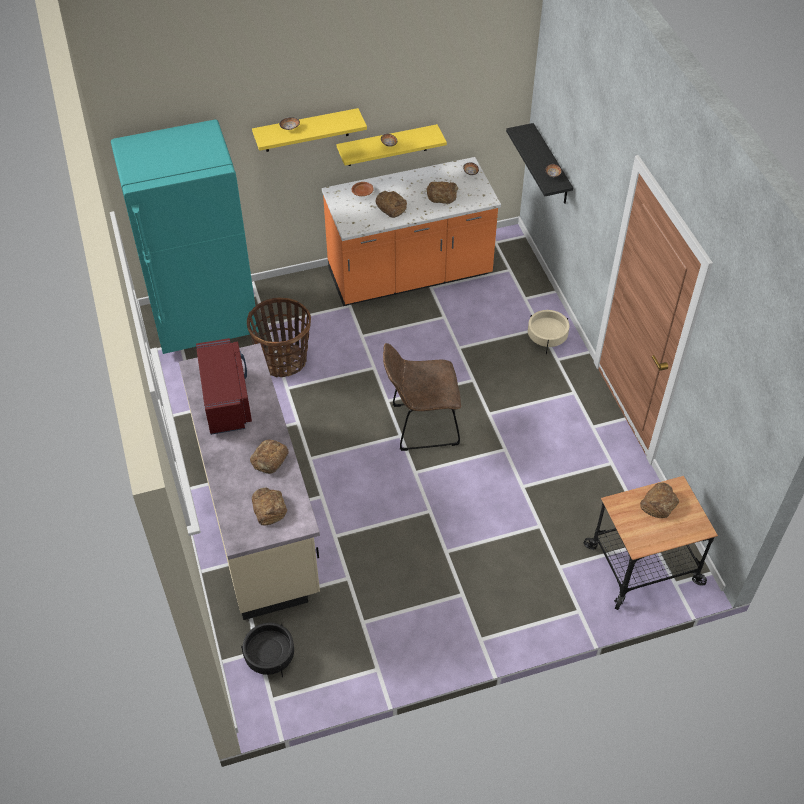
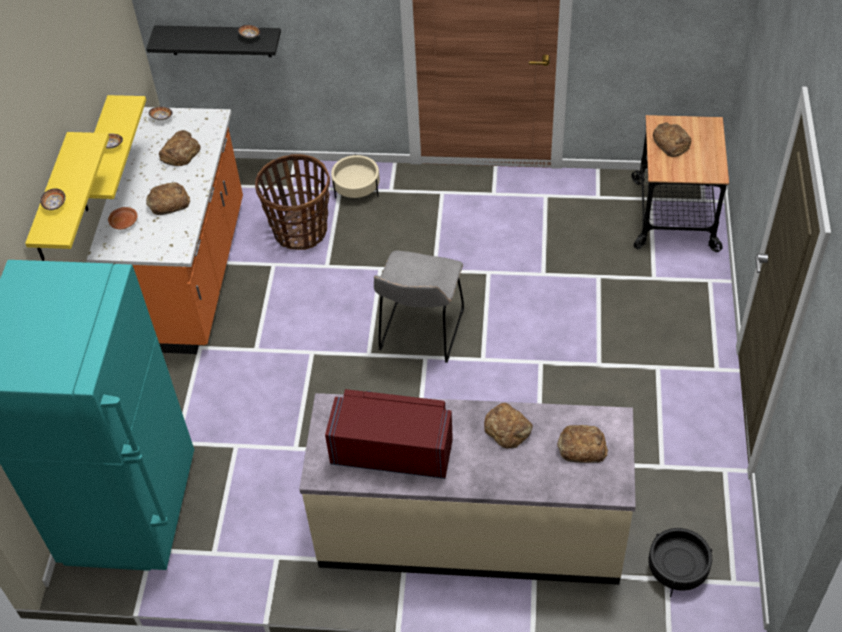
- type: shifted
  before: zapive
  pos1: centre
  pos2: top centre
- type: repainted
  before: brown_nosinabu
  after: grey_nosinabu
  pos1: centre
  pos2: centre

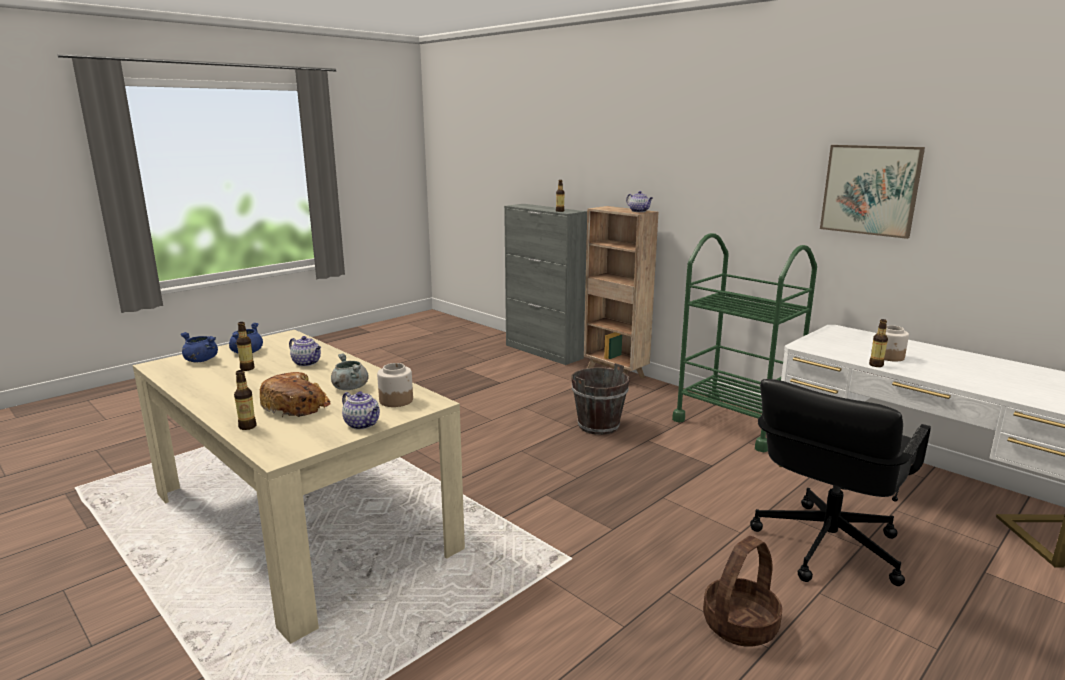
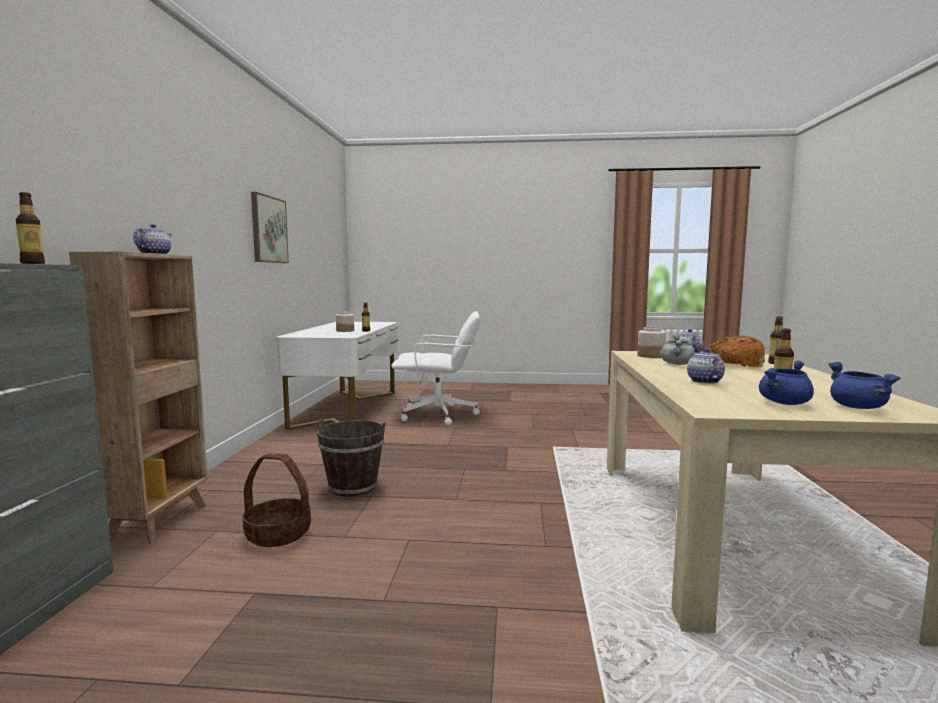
- type: gone
  before: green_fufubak
  pos1: middle right
- type: shifted
  before: zapive
  pos1: bottom right
  pos2: bottom left
- type: repainted
  before: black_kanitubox
  after: white_kanitubox
  pos1: bottom right
  pos2: centre

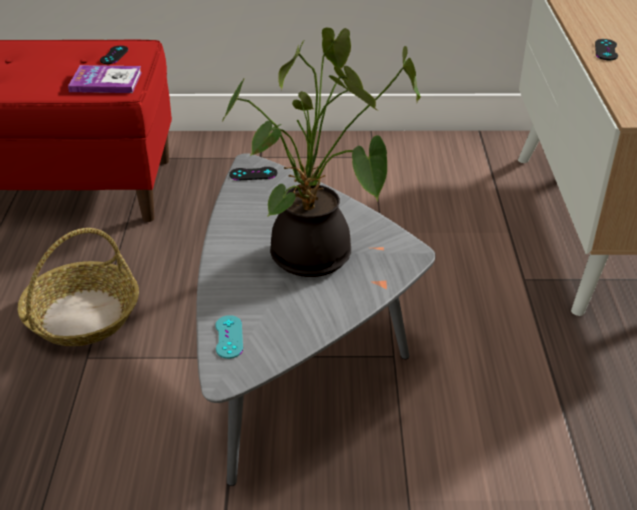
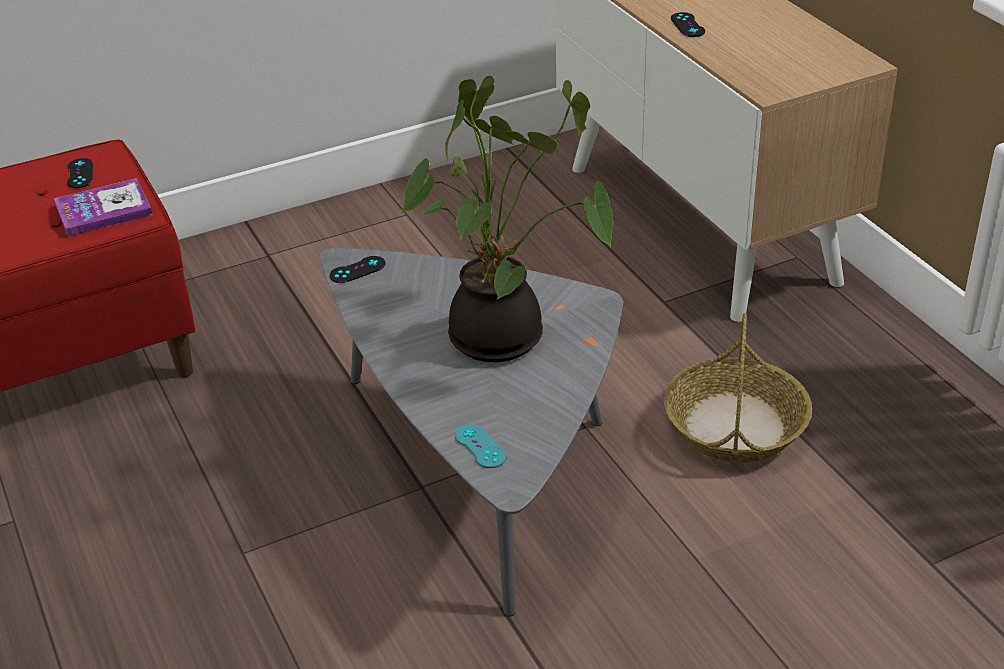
- type: shifted
  before: zapive
  pos1: middle left
  pos2: middle right

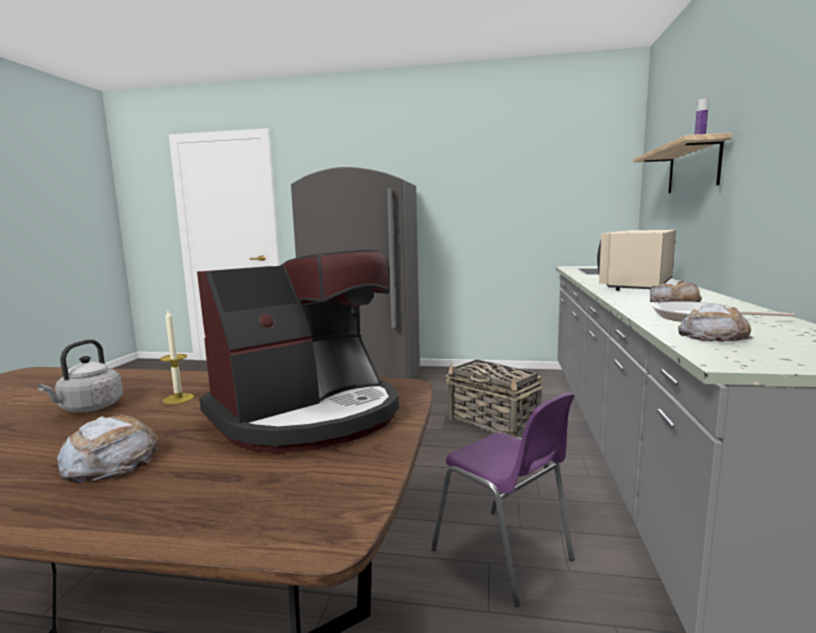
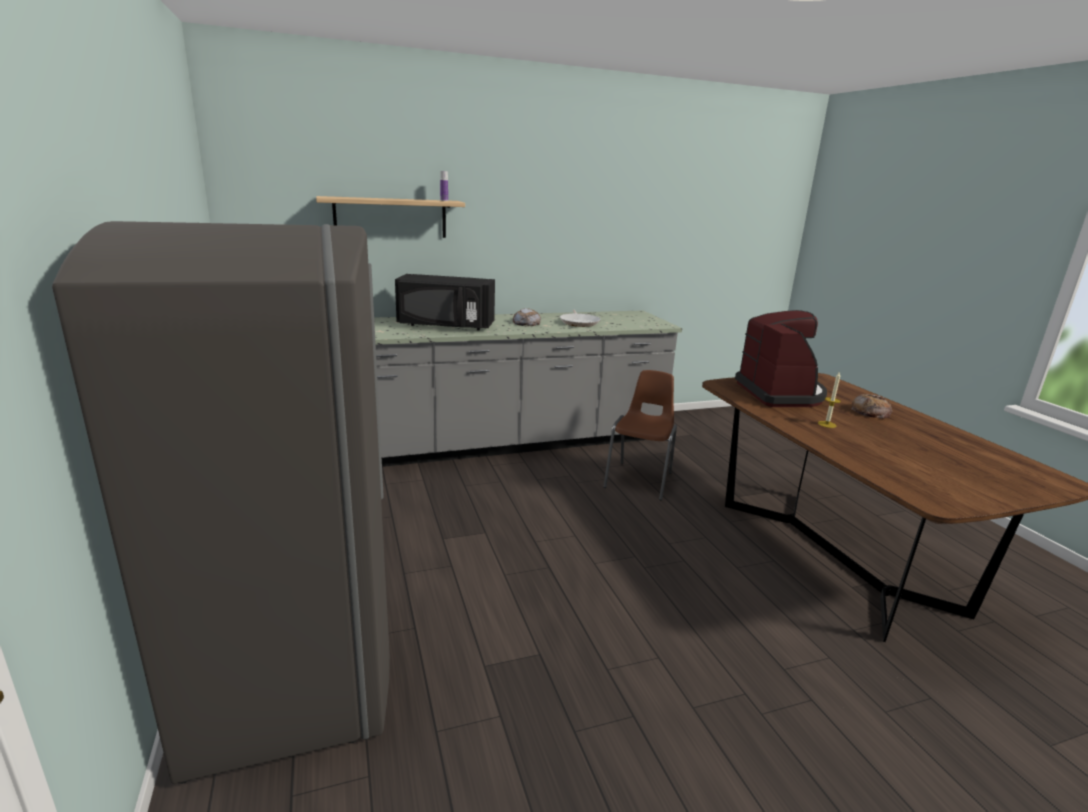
- type: gone
  before: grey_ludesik
  pos1: middle left
- type: rotated
  before: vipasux
  pos1: centre
  pos2: middle right
  turn: 60
- type: repainted
  before: purple_nosinabu
  after: brown_nosinabu
  pos1: bottom centre
  pos2: centre
- type: gone
  before: zapive
  pos1: centre
- type: repainted
  before: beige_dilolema
  after: black_dilolema
  pos1: middle right
  pos2: centre
- type: gone
  before: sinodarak (no. 3 from left)
  pos1: middle right

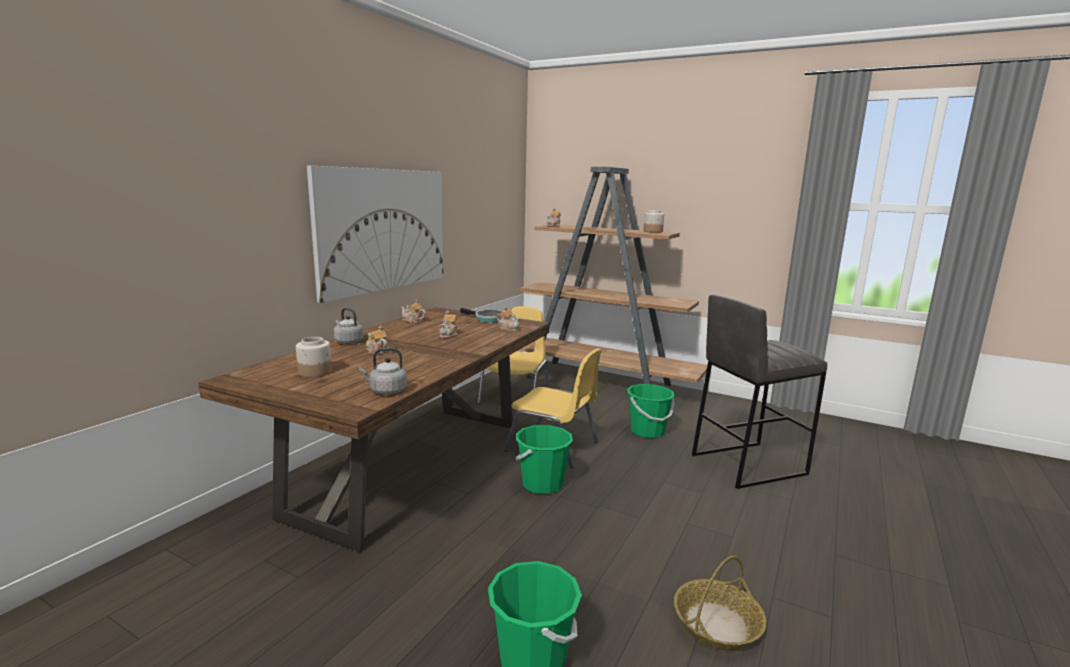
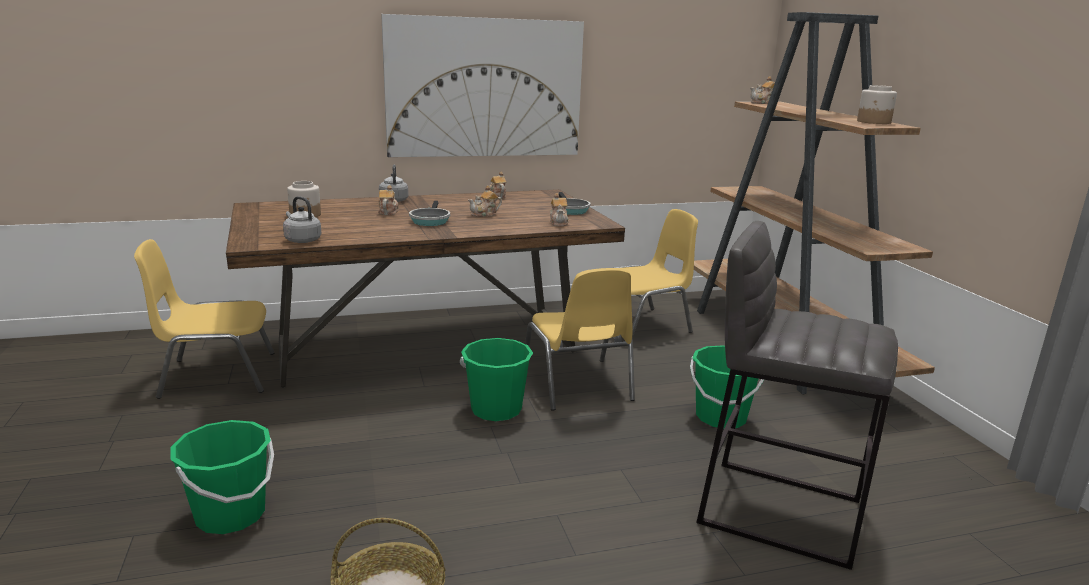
- type: new
  after: yellow_nosinabu (no. 1 from left)
  pos2: middle left
- type: new
  after: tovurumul (no. 1 from left)
  pos2: centre

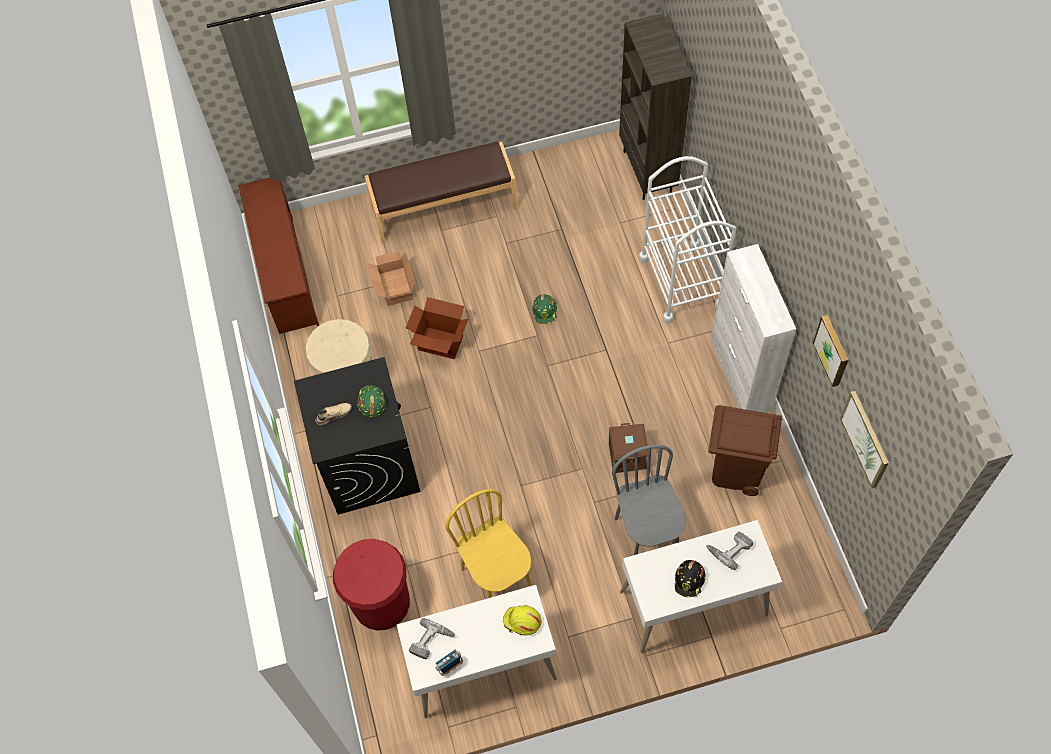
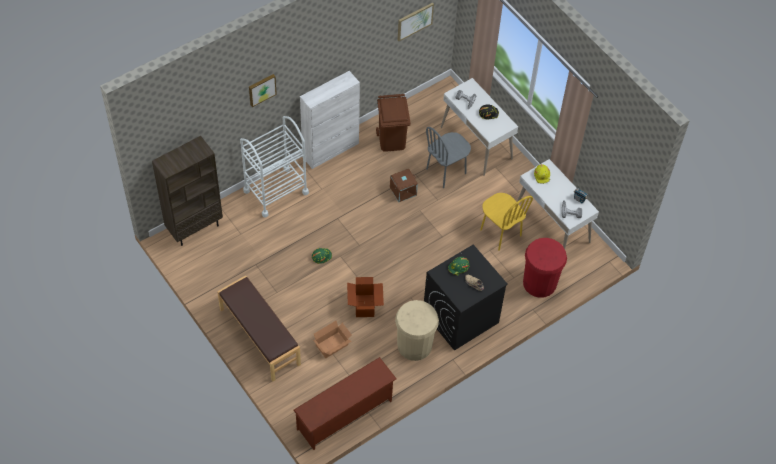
- type: rotated
  before: yellow_nosinabu
  pos1: bottom centre
  pos2: centre
  turn: -75
- type: shifted
  before: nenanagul (no. 1 from left)
  pos1: middle right
  pos2: top centre

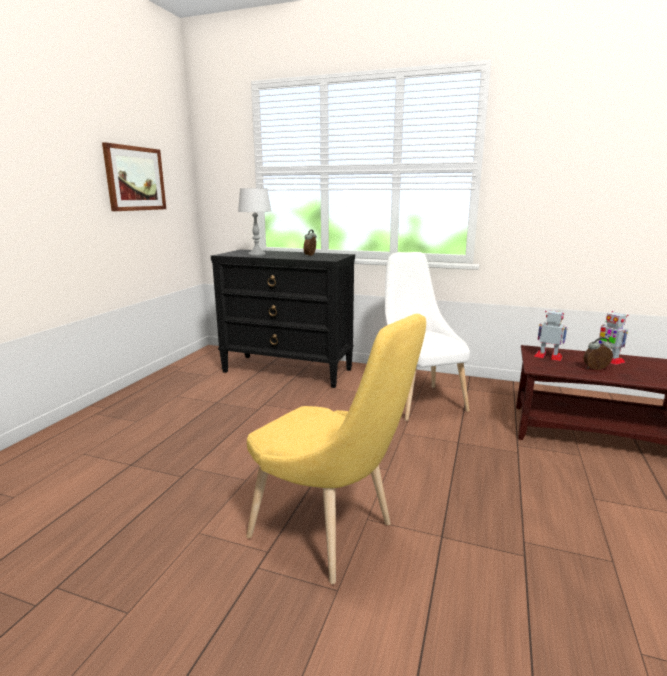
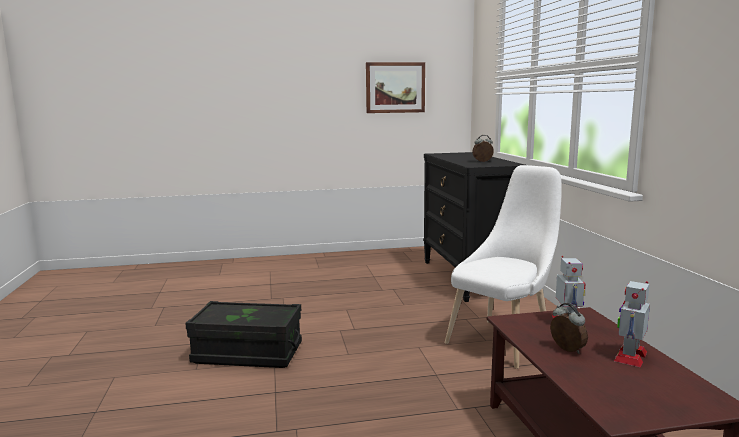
- type: gone
  before: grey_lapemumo
  pos1: top centre
- type: swapped
  before: yellow_nosinabu
  after: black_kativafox
  pos1: centre
  pos2: bottom left

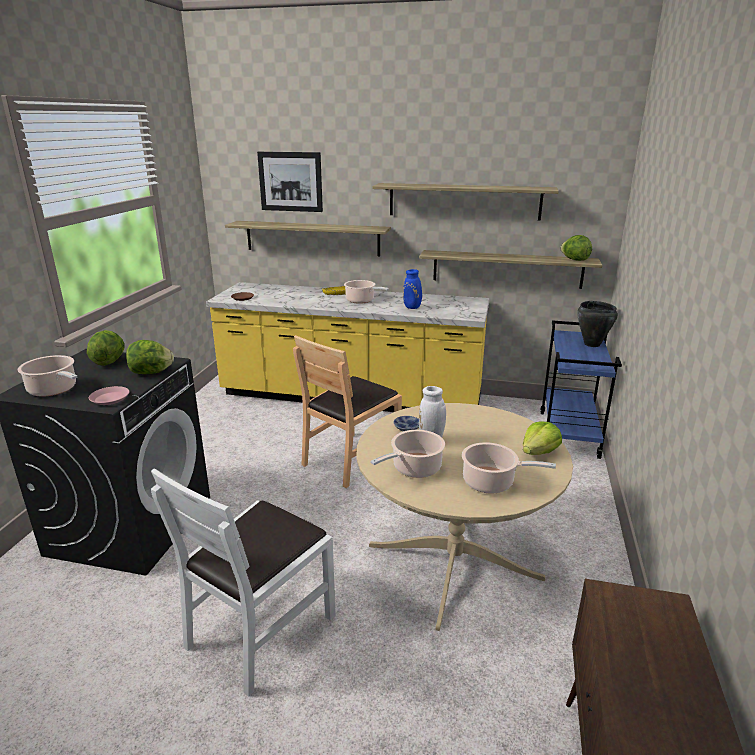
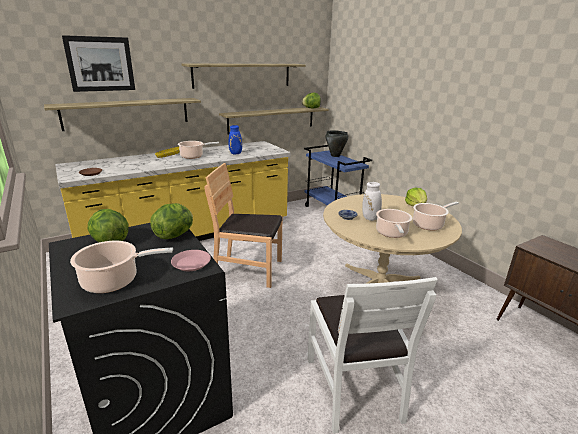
- type: rotated
  before: brown_nosinabu
  pos1: centre
  pos2: centre
  turn: 105

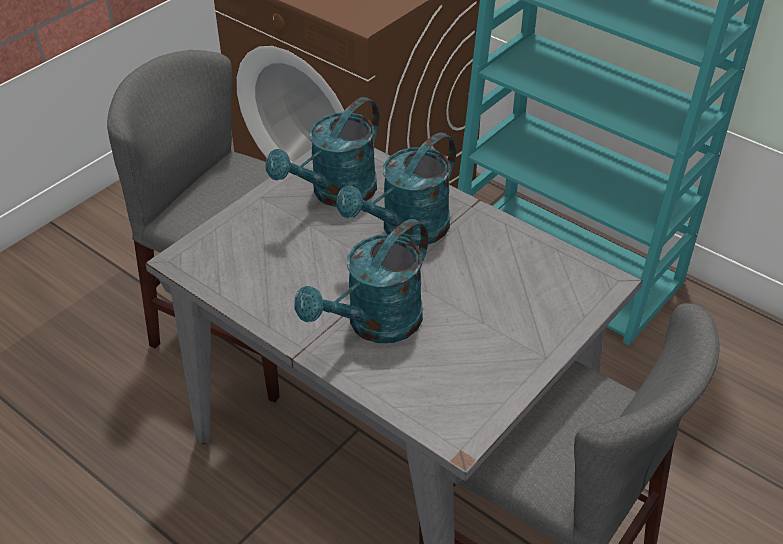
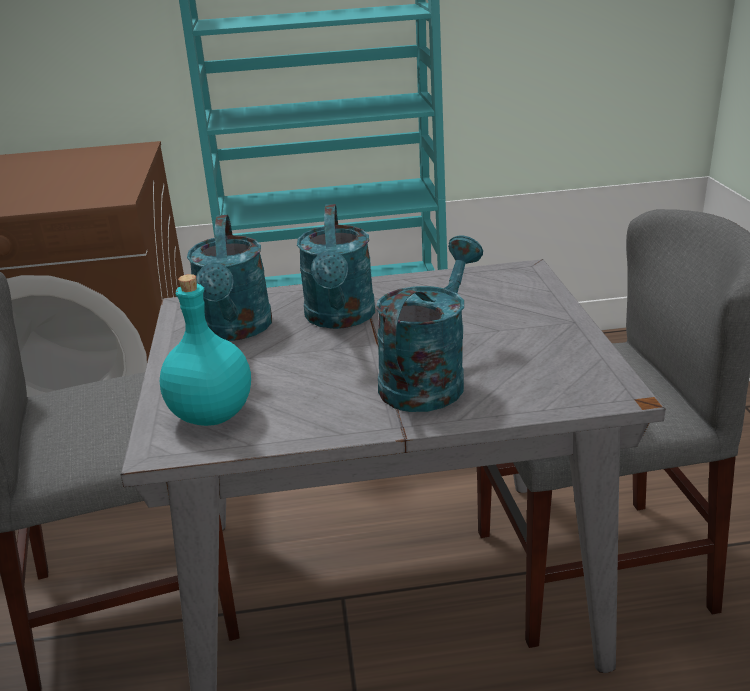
- type: rotated
  before: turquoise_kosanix (no. 2 from left in the first image)
  pos1: centre
  pos2: centre
  turn: -150
- type: new
  after: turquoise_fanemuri
  pos2: middle left

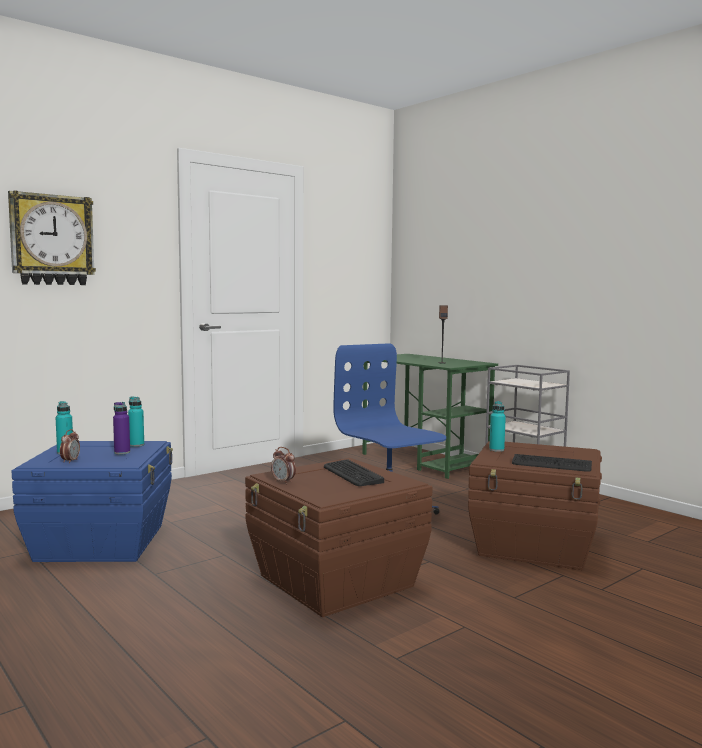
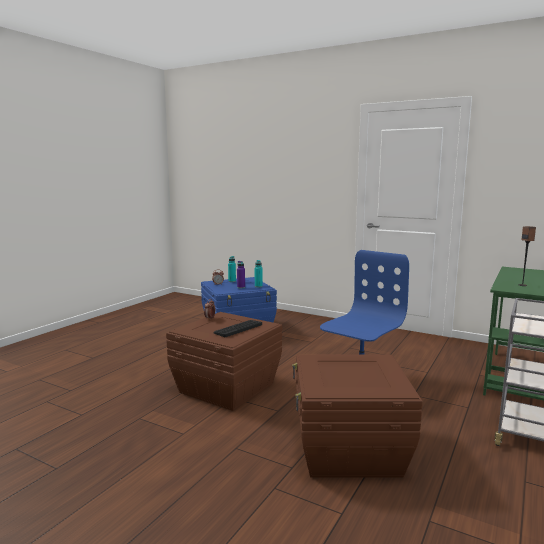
- type: gone
  before: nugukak
  pos1: top left
- type: gone
  before: turquoise_fanemuri (no. 3 from left)
  pos1: middle right
- type: gone
  before: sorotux (no. 2 from left)
  pos1: middle right

